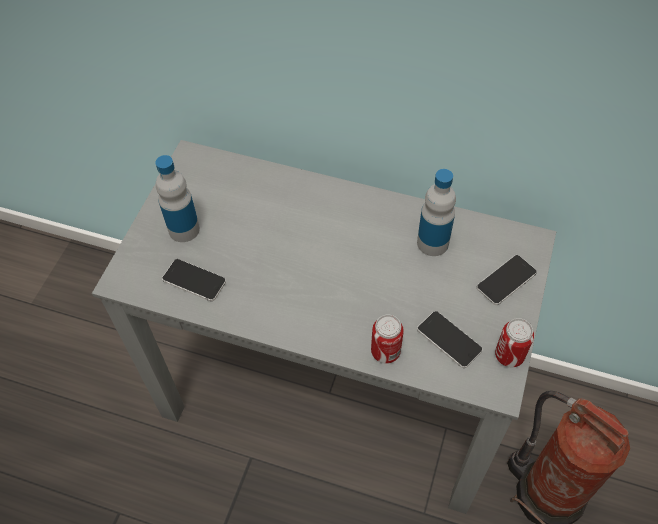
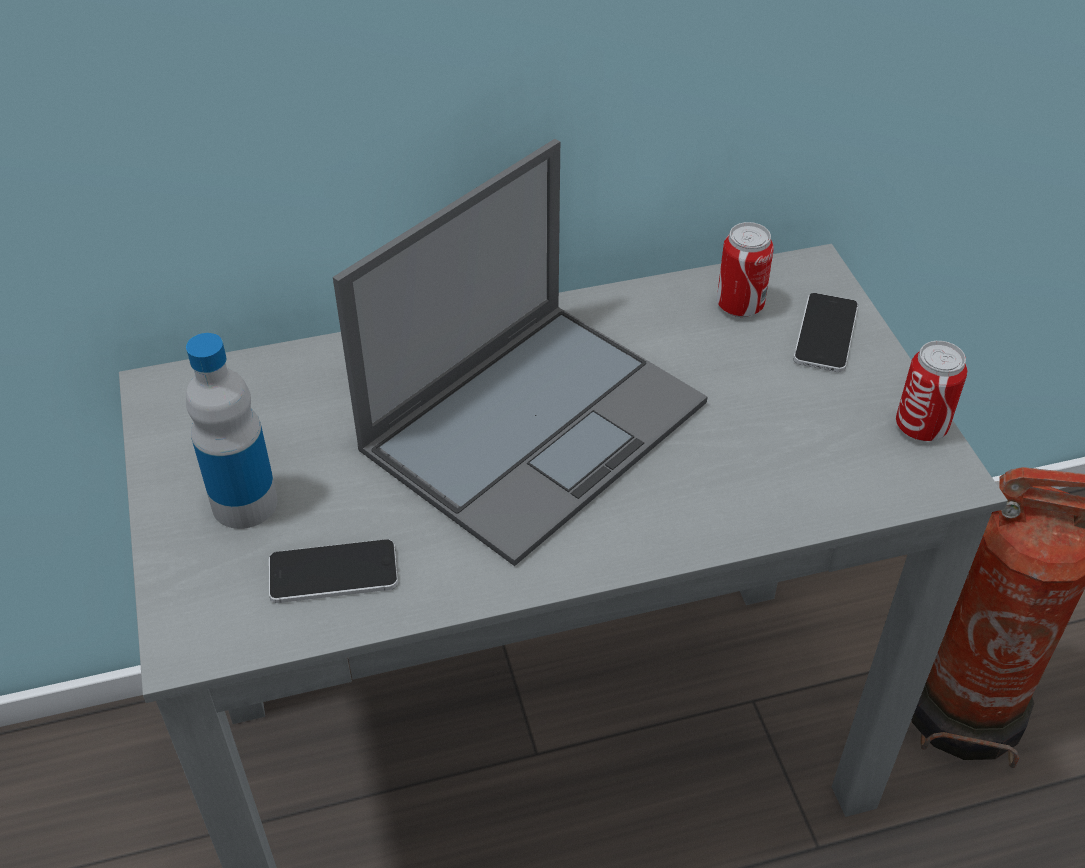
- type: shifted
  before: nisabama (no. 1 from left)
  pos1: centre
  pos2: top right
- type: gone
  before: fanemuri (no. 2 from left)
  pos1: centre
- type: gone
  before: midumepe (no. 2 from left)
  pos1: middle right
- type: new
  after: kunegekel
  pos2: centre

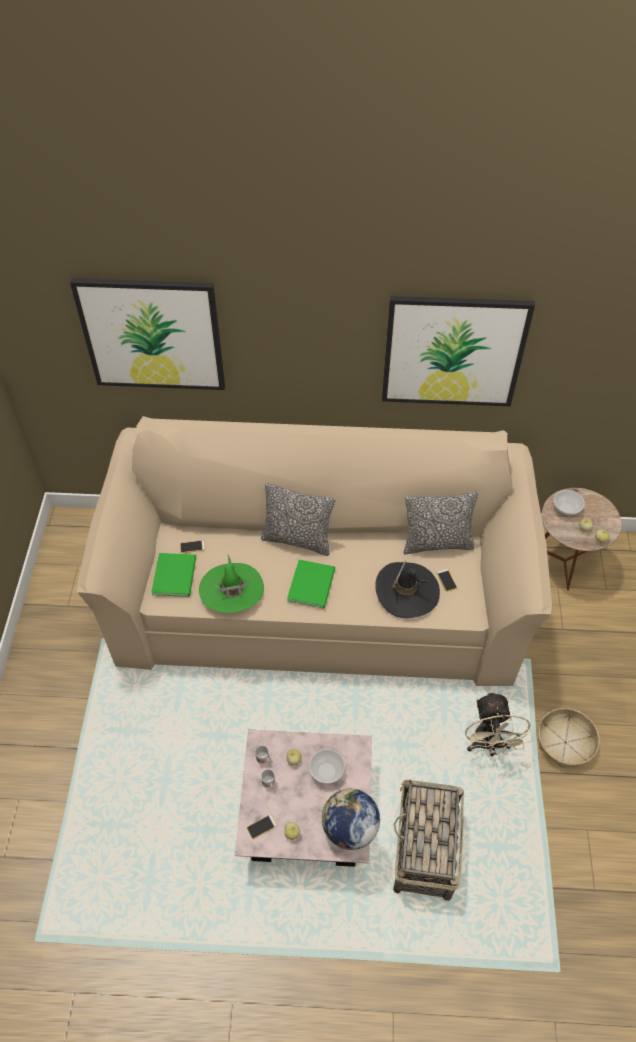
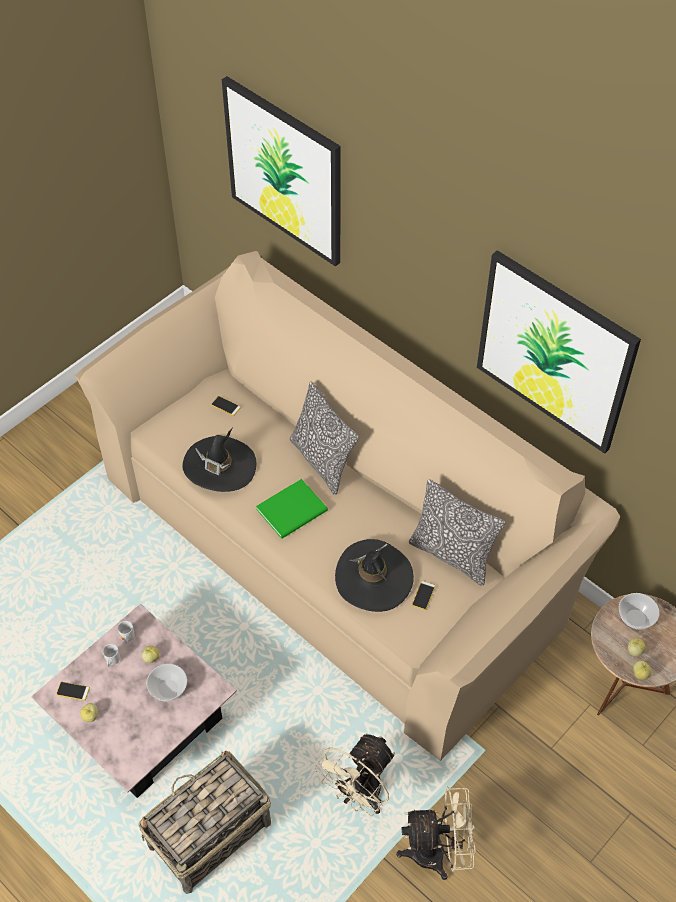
- type: gone
  before: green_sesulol (no. 1 from left)
  pos1: middle left
- type: repainted
  before: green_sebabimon
  after: black_sebabimon (no. 1 from left)
  pos1: centre
  pos2: middle left
- type: gone
  before: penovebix
  pos1: bottom centre
- type: swapped
  before: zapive (no. 2 from left)
  after: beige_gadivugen (no. 2 from left)
  pos1: bottom right
  pos2: bottom centre

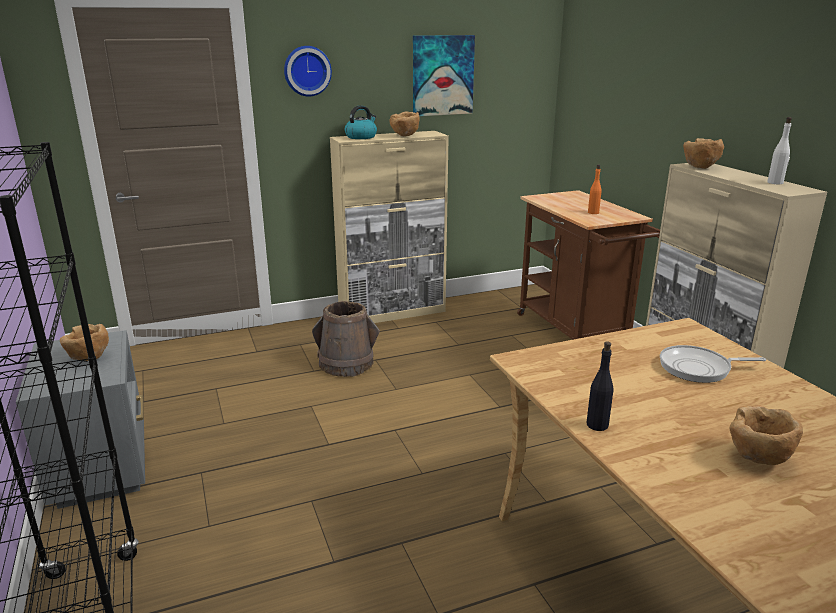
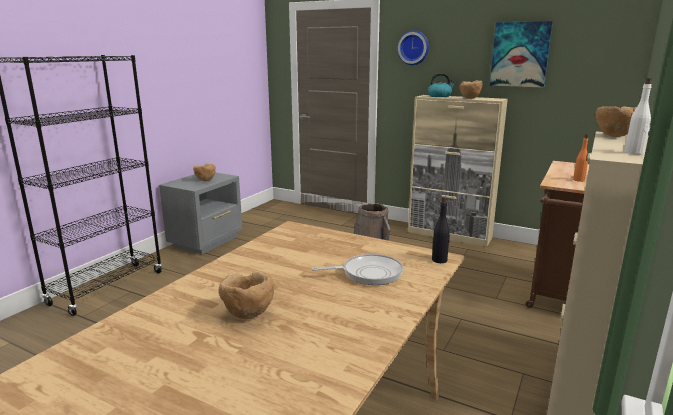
- type: shifted
  before: black_fanemuri
  pos1: middle right
  pos2: centre
- type: rotated
  before: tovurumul
  pos1: middle right
  pos2: centre
  turn: 120

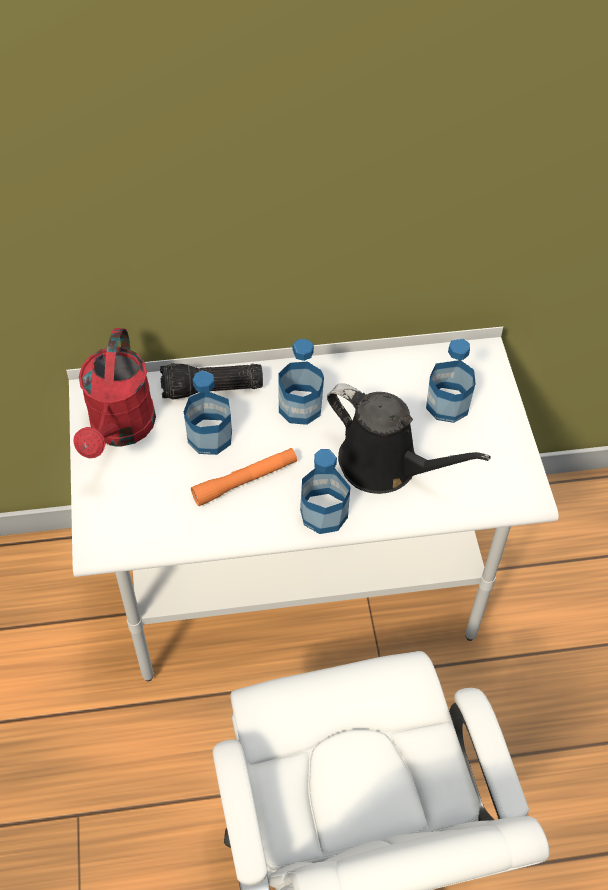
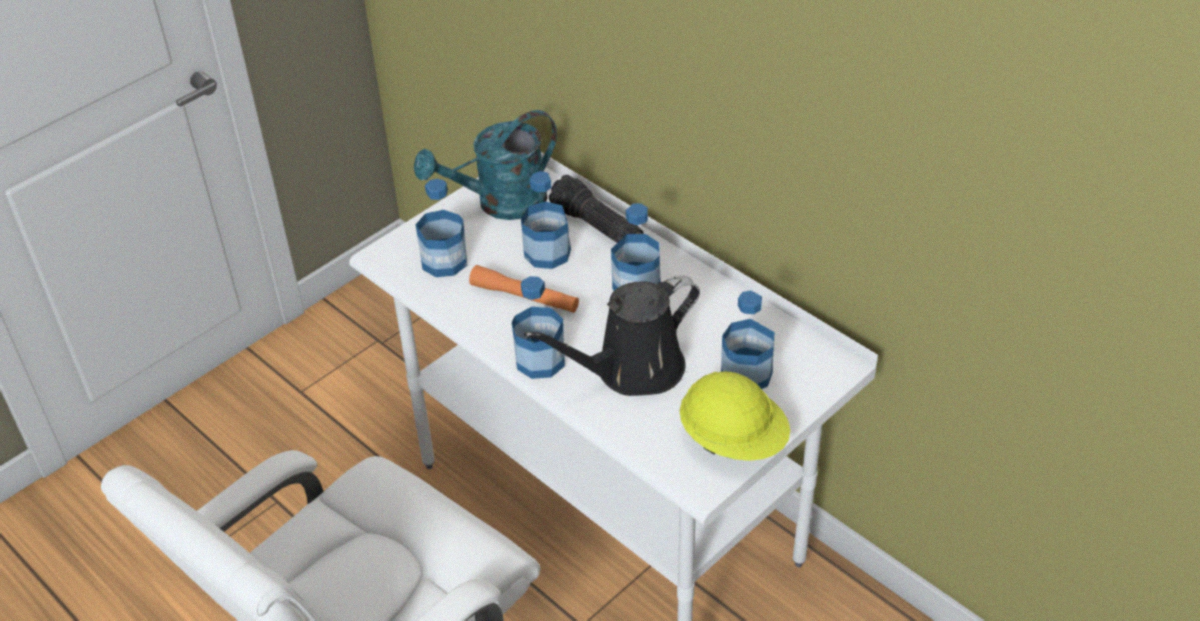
- type: repainted
  before: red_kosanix
  after: turquoise_kosanix
  pos1: middle left
  pos2: top centre
- type: rotated
  before: black_kosanix
  pos1: middle right
  pos2: centre
  turn: 60
- type: new
  after: fanemuri (no. 1 from left)
  pos2: centre
- type: new
  after: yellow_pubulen
  pos2: bottom centre

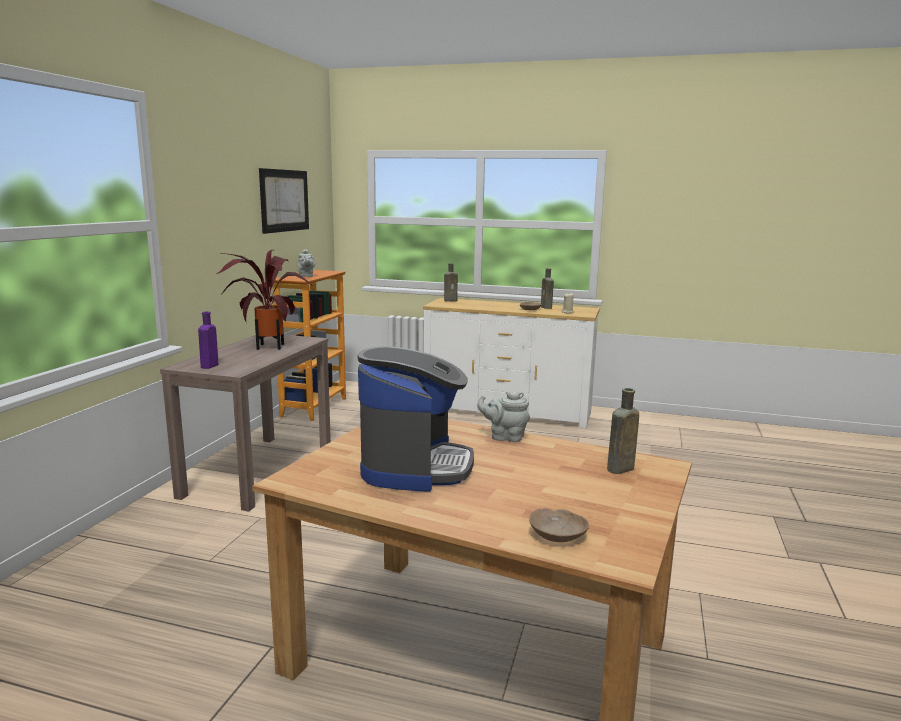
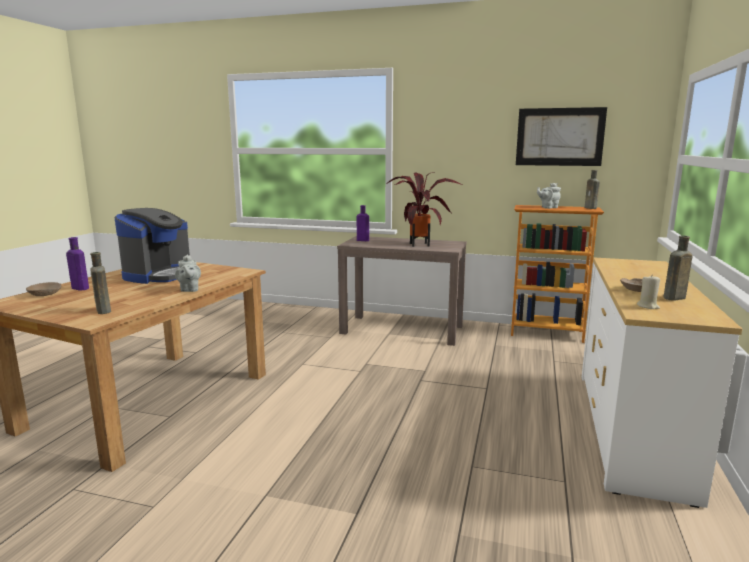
- type: rotated
  before: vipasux
  pos1: centre
  pos2: middle left
  turn: -75
- type: shifted
  before: brown_fanemuri (no. 1 from left in the first image)
  after: brown_fanemuri (no. 2 from left)
  pos1: centre
  pos2: middle right
- type: rotated
  before: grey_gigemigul (no. 2 from left in the first image)
  pos1: centre
  pos2: middle left
  turn: 150
- type: new
  after: purple_fanemuri (no. 1 from left)
  pos2: middle left

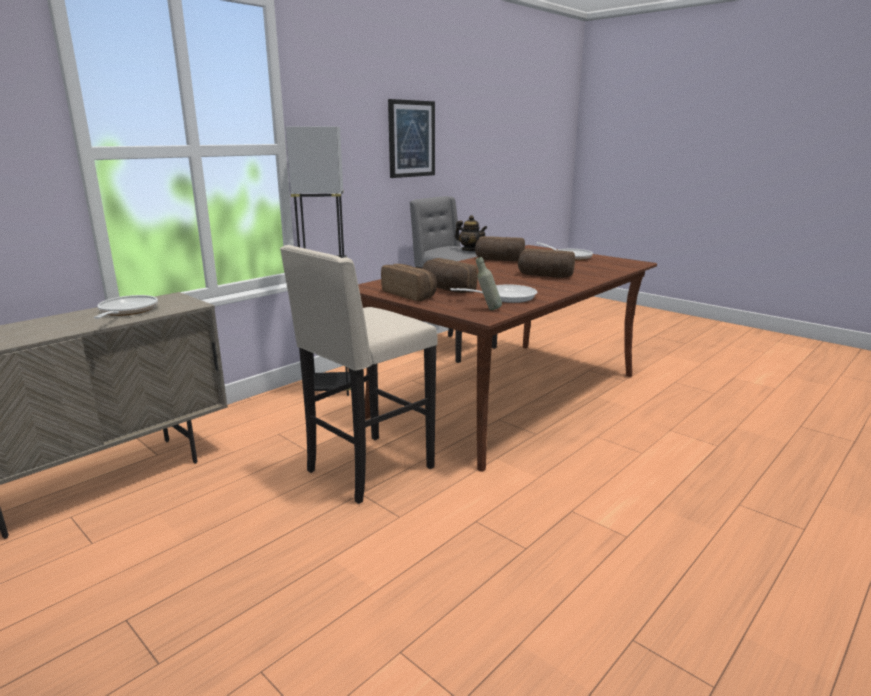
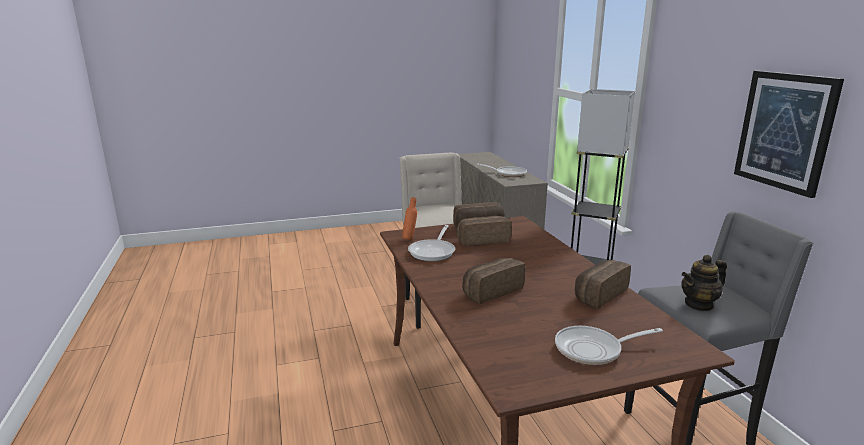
- type: repainted
  before: grey_fanemuri
  after: orange_fanemuri
  pos1: centre
  pos2: centre

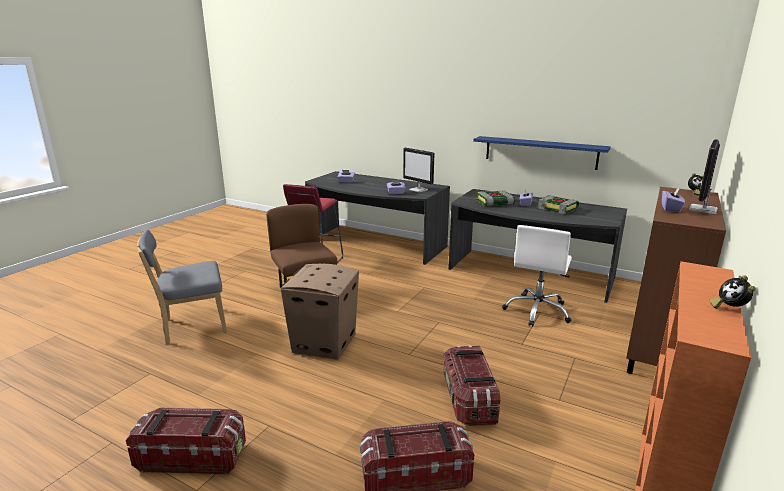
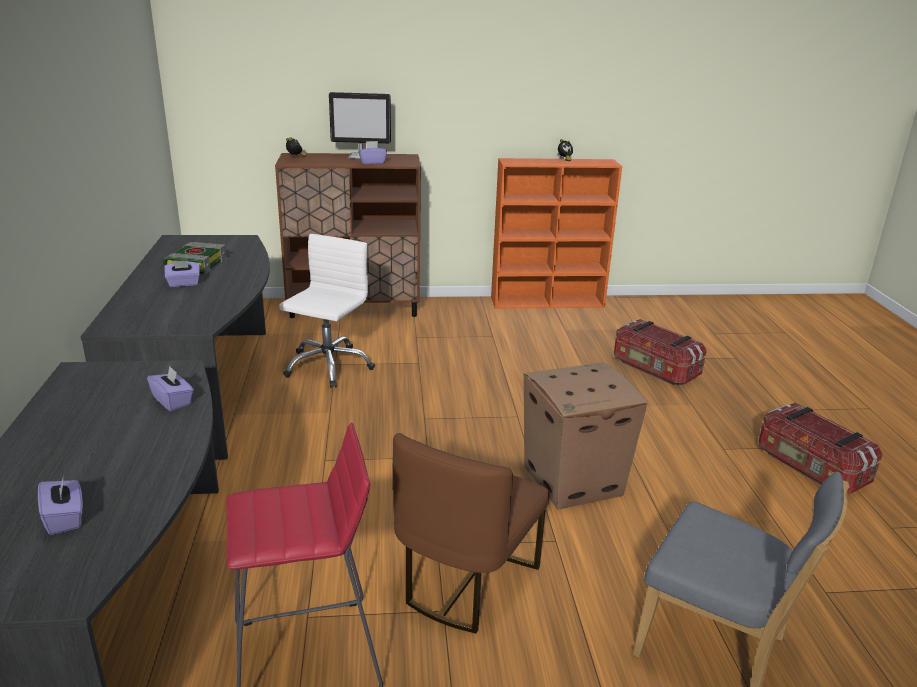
- type: gone
  before: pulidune (no. 1 from left)
  pos1: centre
- type: gone
  before: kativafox (no. 3 from left)
  pos1: bottom centre
- type: gone
  before: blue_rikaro
  pos1: top right
- type: gone
  before: sesulol (no. 1 from left)
  pos1: centre
- type: rotated
  before: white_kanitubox
  pos1: middle right
  pos2: centre
  turn: -60

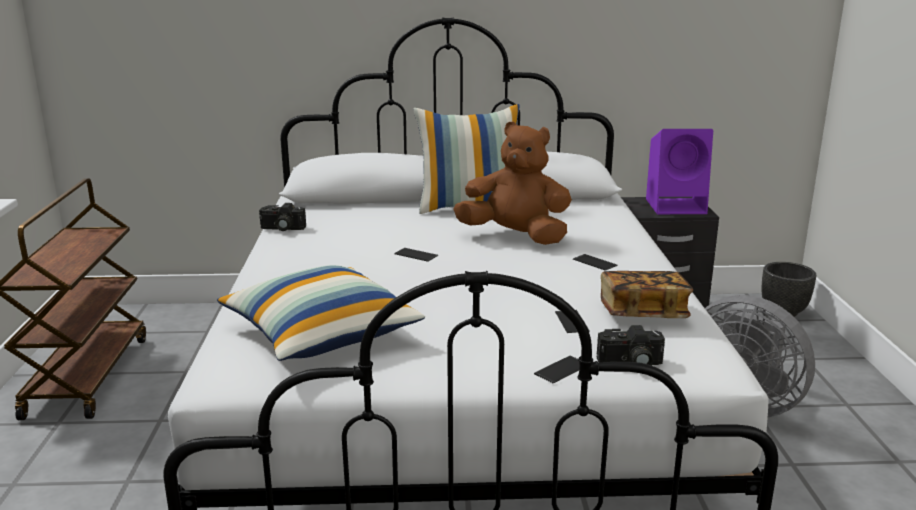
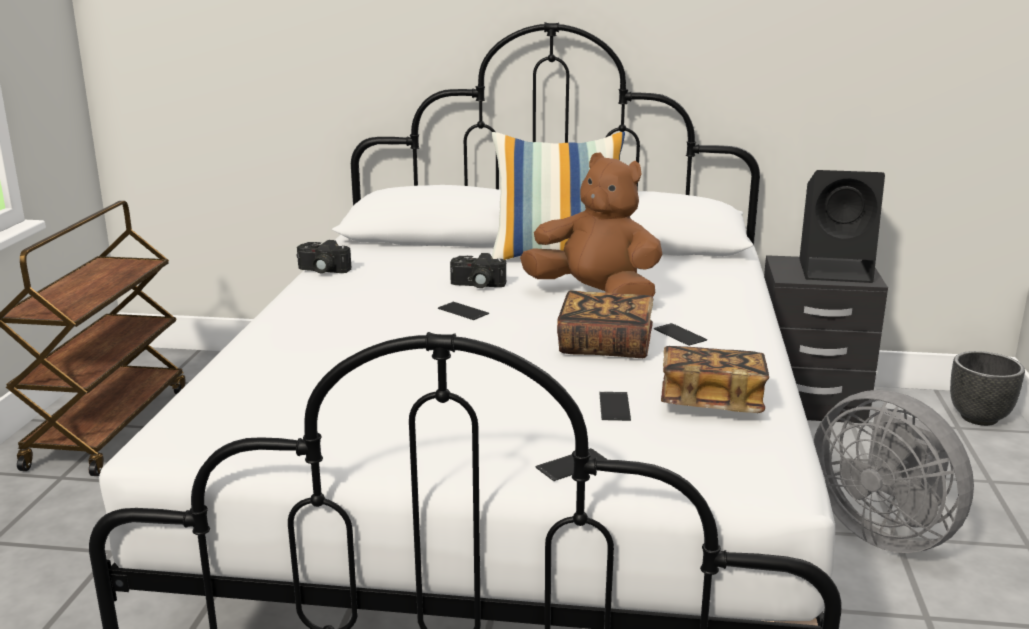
- type: gone
  before: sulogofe (no. 1 from left)
  pos1: centre
- type: shifted
  before: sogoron (no. 2 from left)
  pos1: bottom right
  pos2: centre
- type: repainted
  before: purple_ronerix
  after: black_ronerix
  pos1: middle right
  pos2: middle right
- type: new
  after: sesulol (no. 1 from left)
  pos2: centre

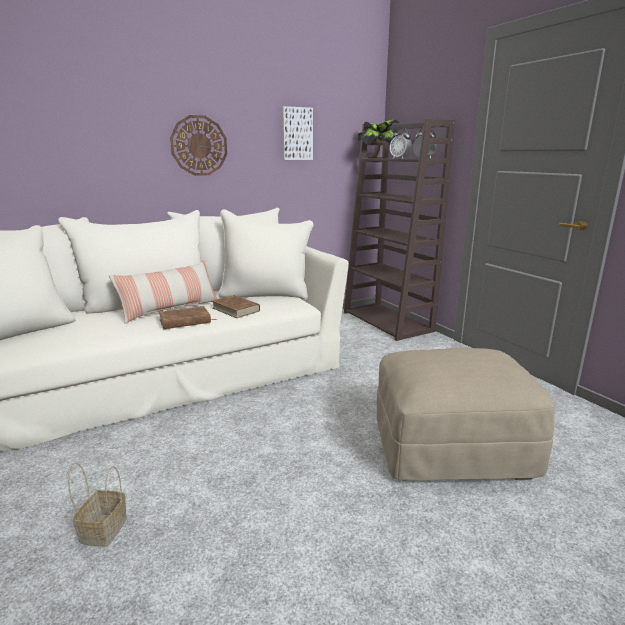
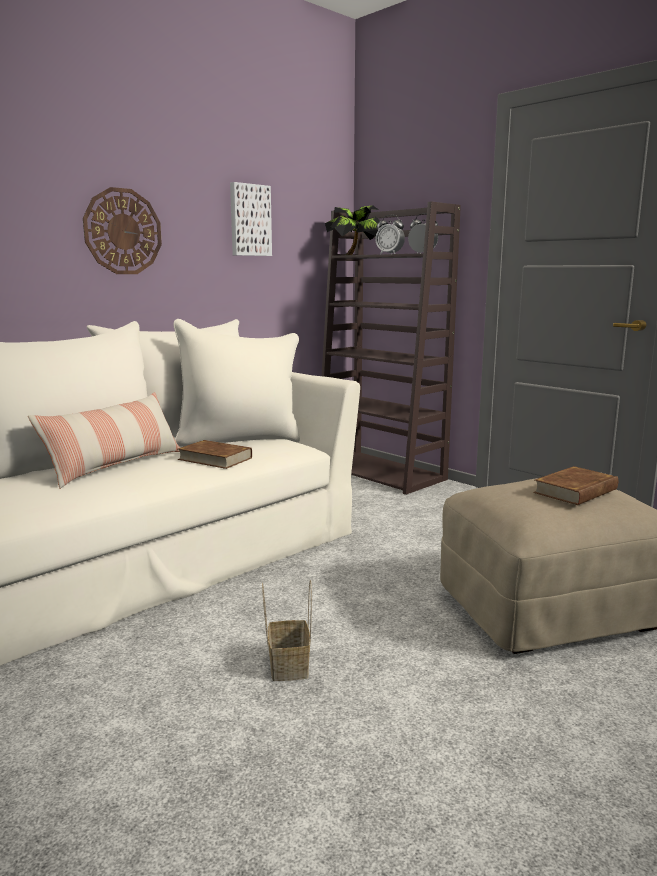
- type: shifted
  before: zapive
  pos1: bottom left
  pos2: bottom centre
- type: shifted
  before: brown_sesulol (no. 1 from left in the first image)
  after: brown_sesulol (no. 2 from left)
  pos1: middle left
  pos2: middle right

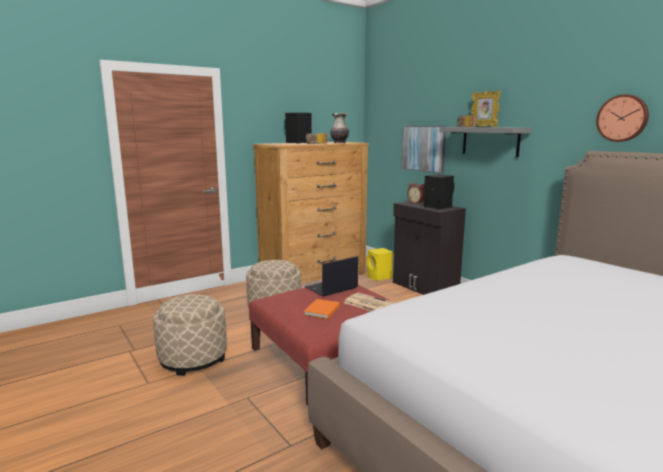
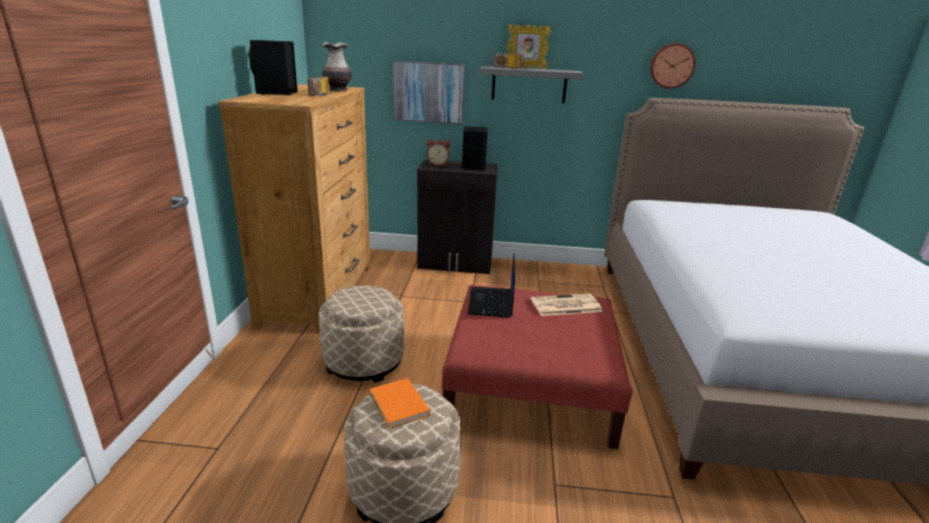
- type: shifted
  before: orange_sesulol
  pos1: centre
  pos2: bottom centre
- type: gone
  before: yellow_ronerix
  pos1: centre

